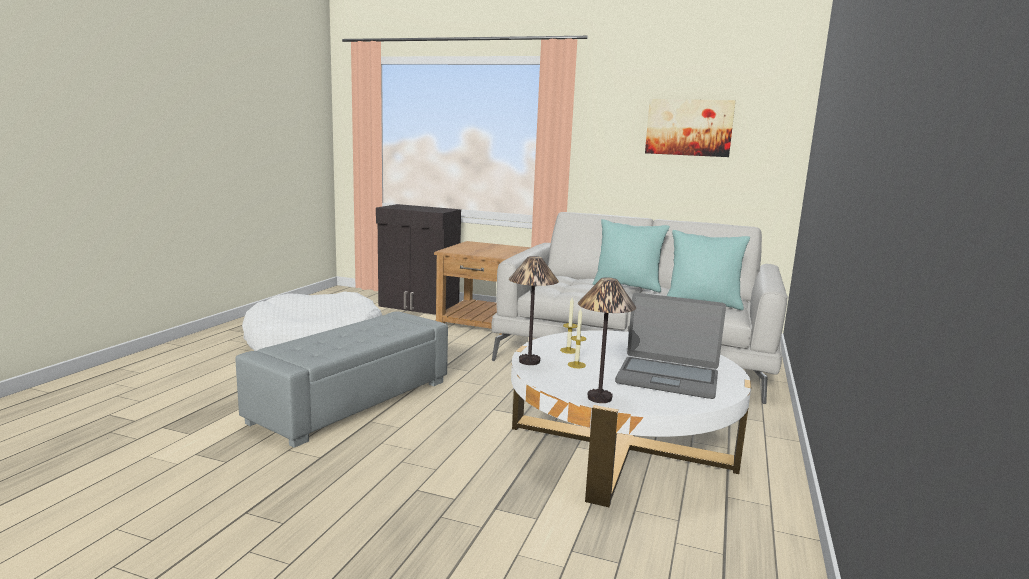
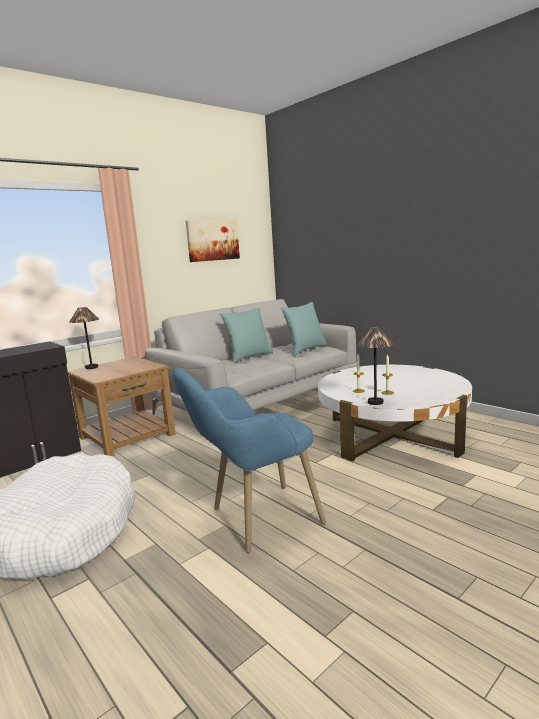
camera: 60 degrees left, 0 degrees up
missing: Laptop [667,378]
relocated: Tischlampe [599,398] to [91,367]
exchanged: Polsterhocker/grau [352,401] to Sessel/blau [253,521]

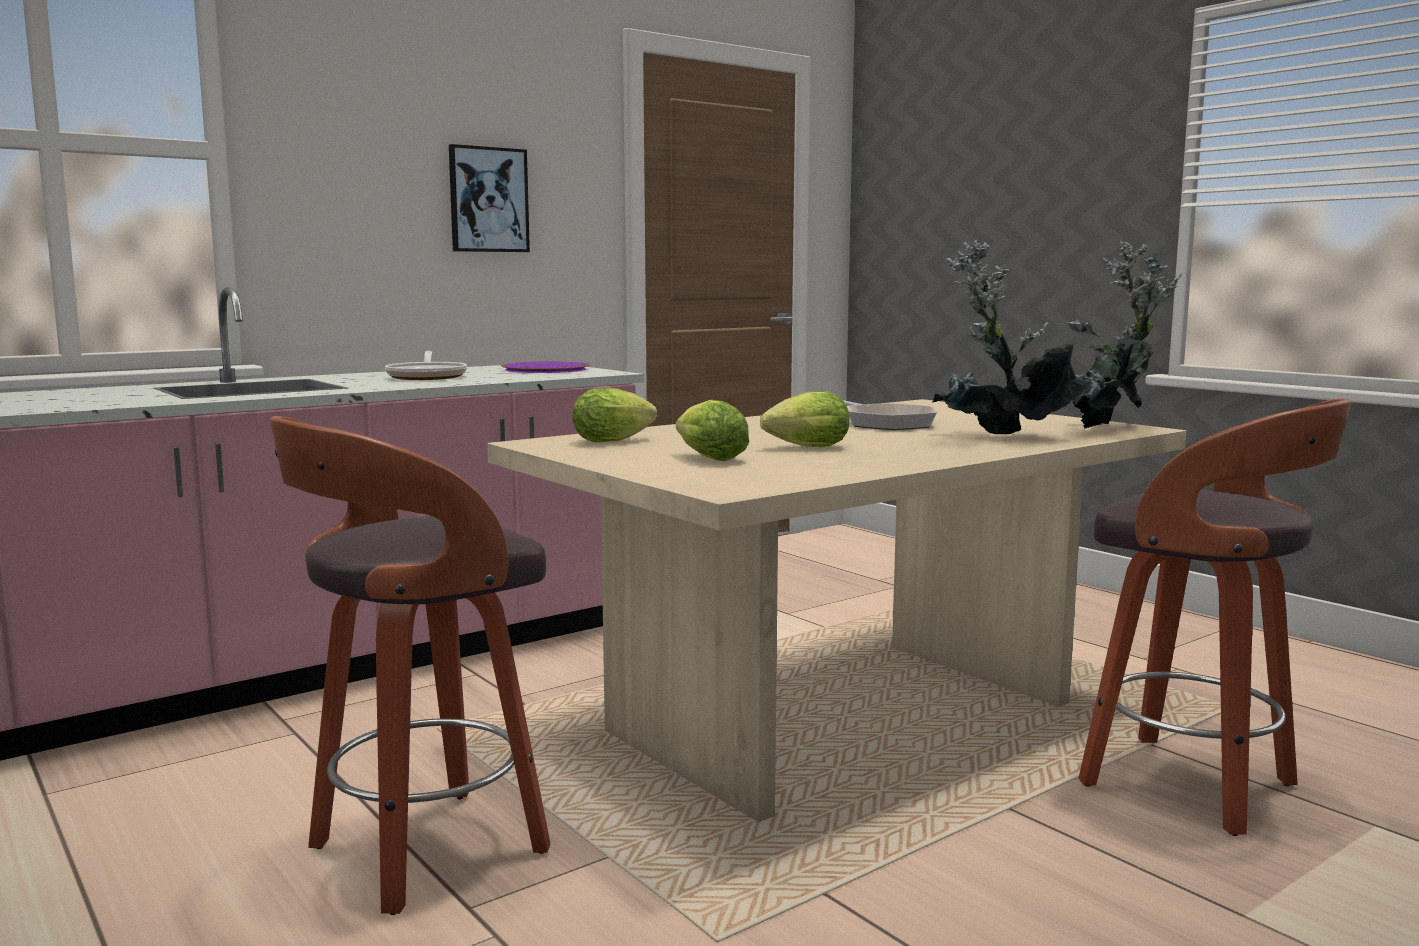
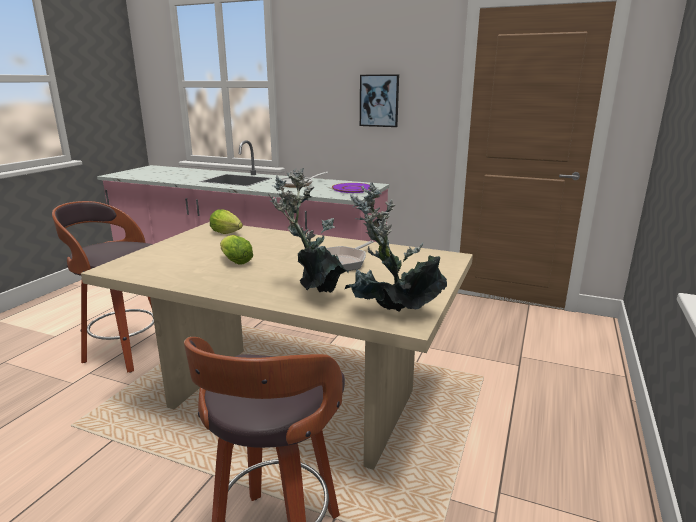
camera: 60 degrees right, 10 degrees up
missing: Salatkopf [707,458]

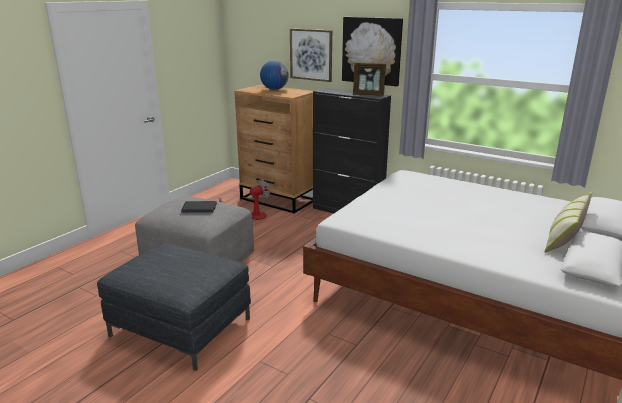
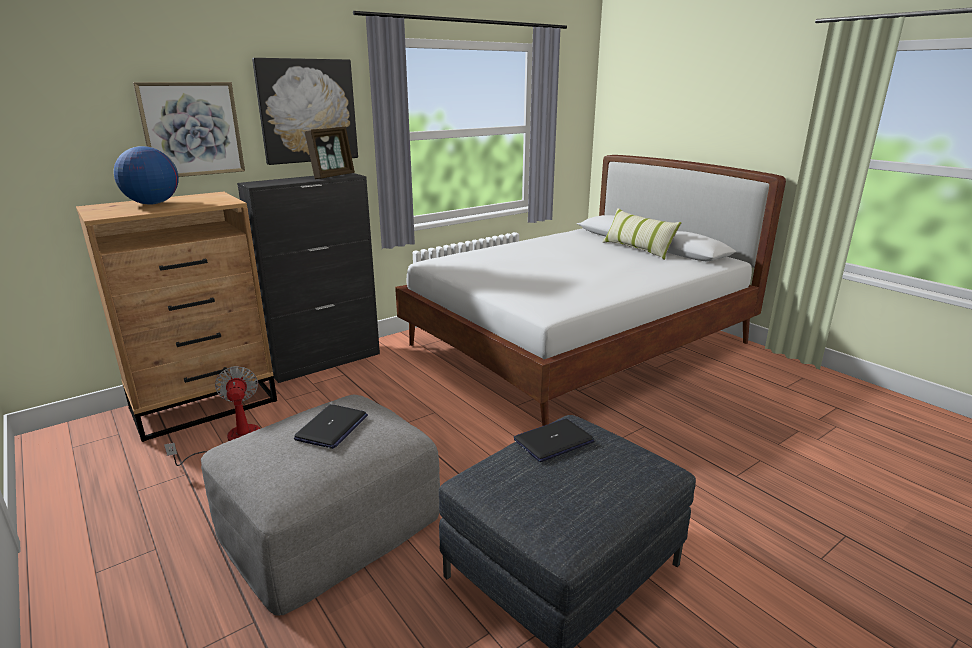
camera: 70 degrees left, 0 degrees up
appeared: Laptop [553,441]

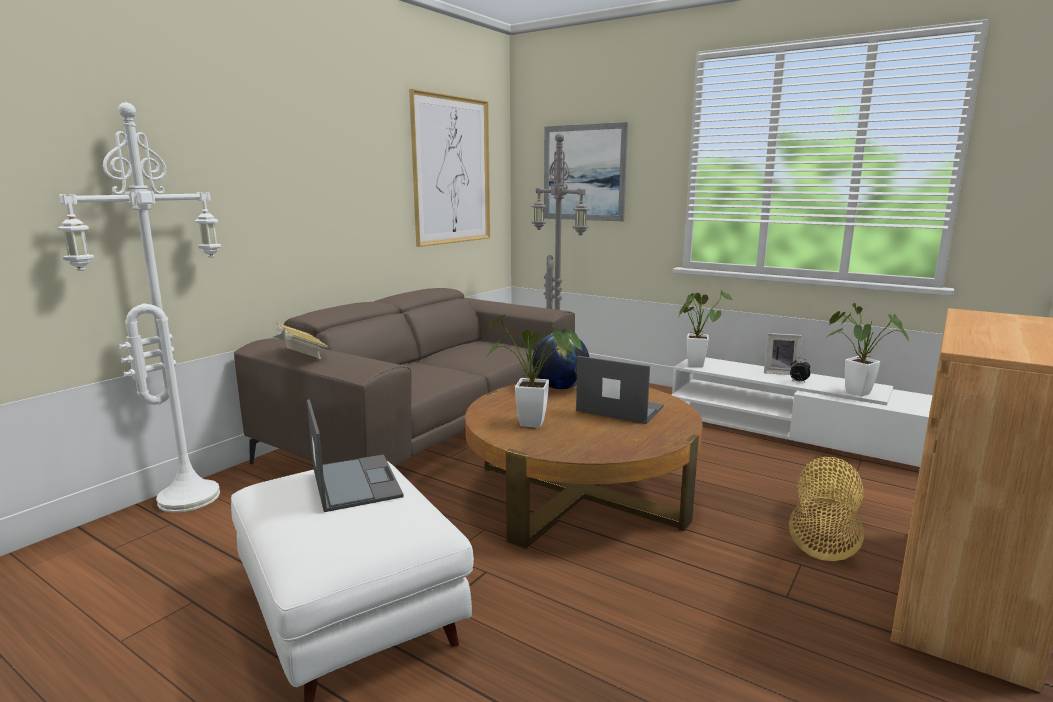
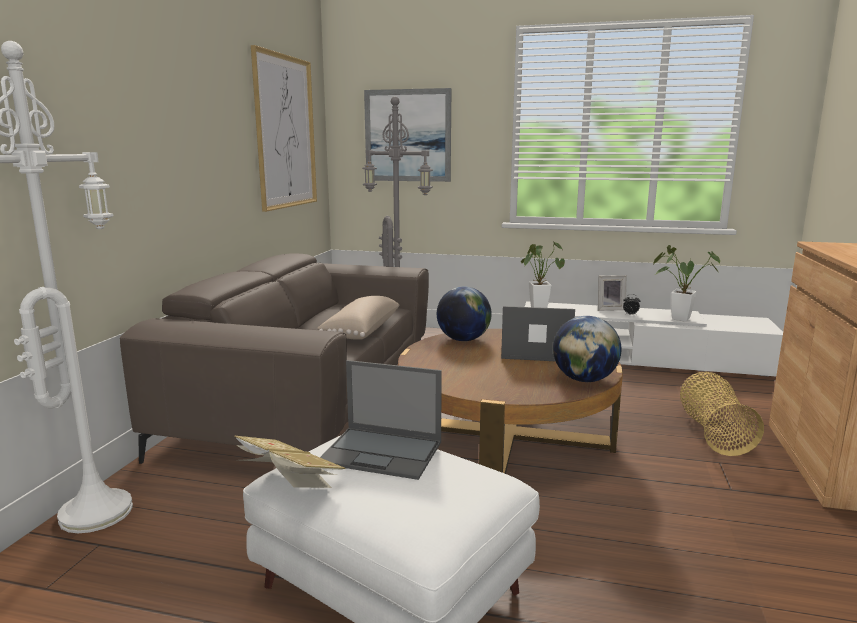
camera: 20 degrees left, 0 degrees up
missing: Topfpflanze [538,424]
appeared: Kissen/beige [360,330]; Globus [584,379]
relocated: Buch [301,354] to [288,482]
spun: Laptop [355,482] = [383,452] 150 degrees clockwise

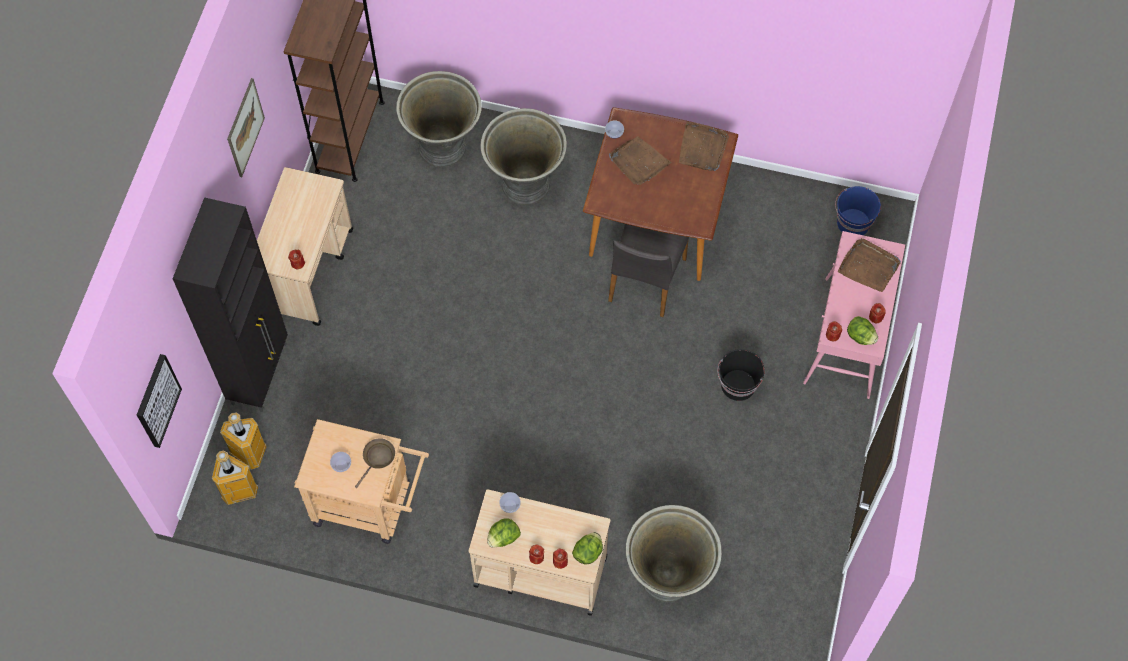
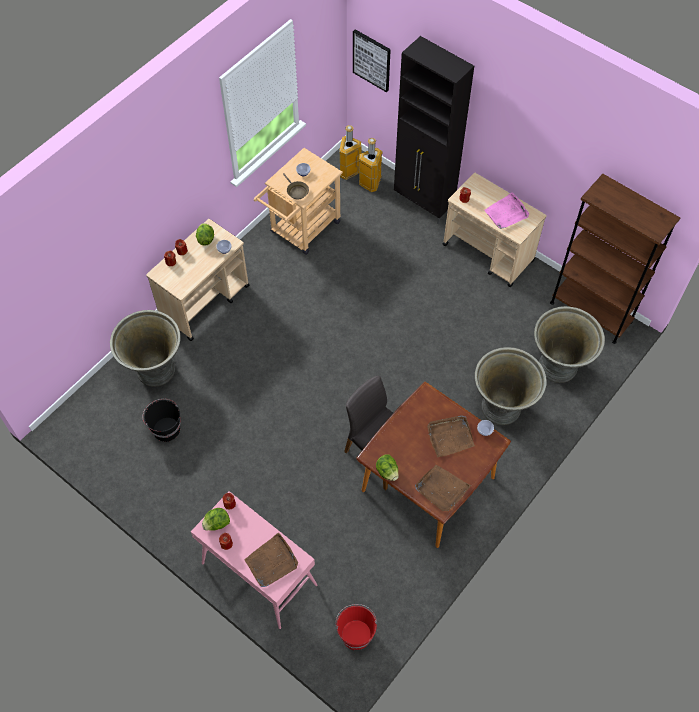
camera: 115 degrees right, 5 degrees down
missing: Bild [245,127]
appeared: Tablett/rosa [506,213]
relocated: Eimer/schwarz [738,385] to [166,429]; Salatkopf [588,552] to [387,472]
colour: Eimer/blau [853,223] to Eimer/rot [356,634]

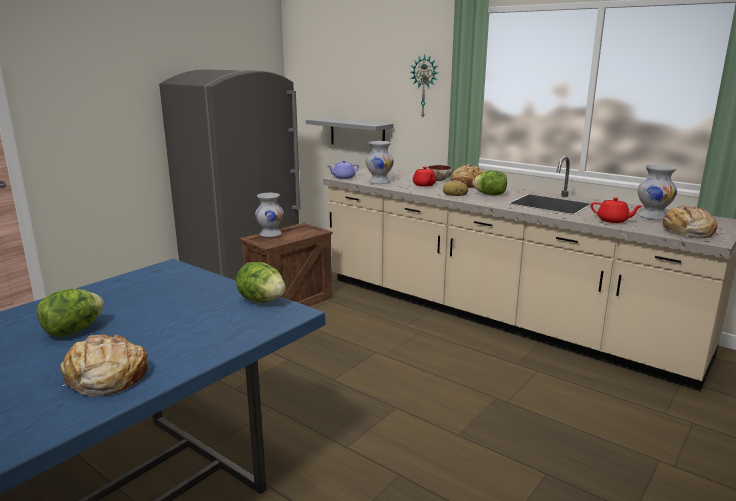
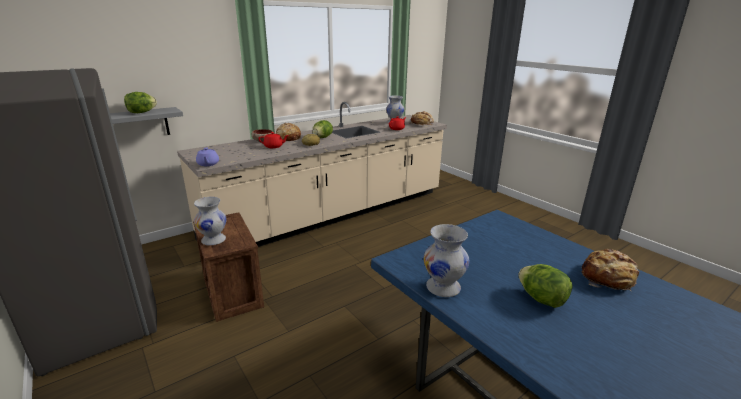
camera: 75 degrees left, 5 degrees up
missing: Wanduhr [425,86]
relocated: Salatkopf [262,300] to [141,112]; Vase/weiß [379,182] to [444,287]

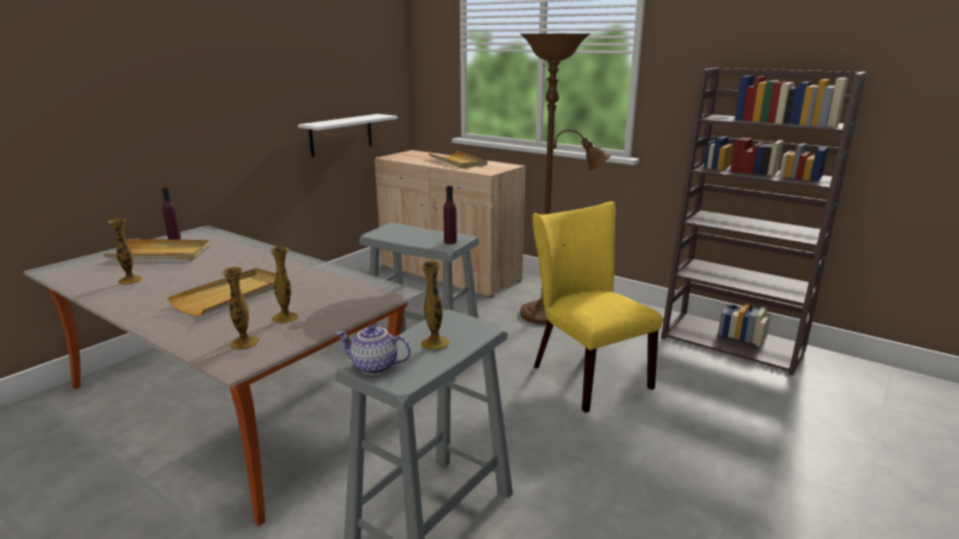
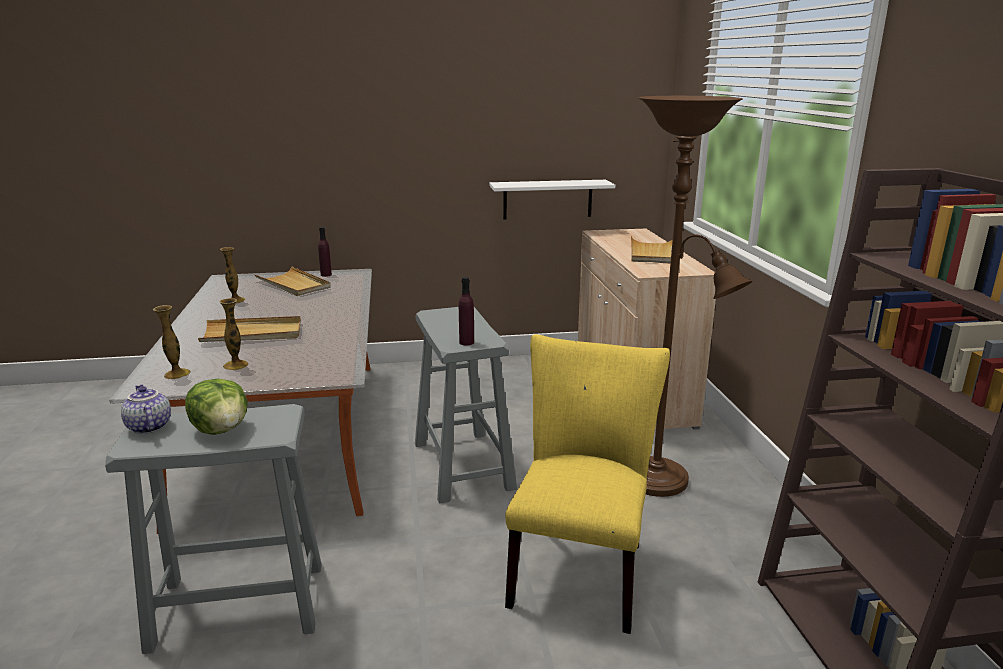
camera: 45 degrees right, 0 degrees up
exchanged: Vase [435,343] to Salatkopf [222,429]

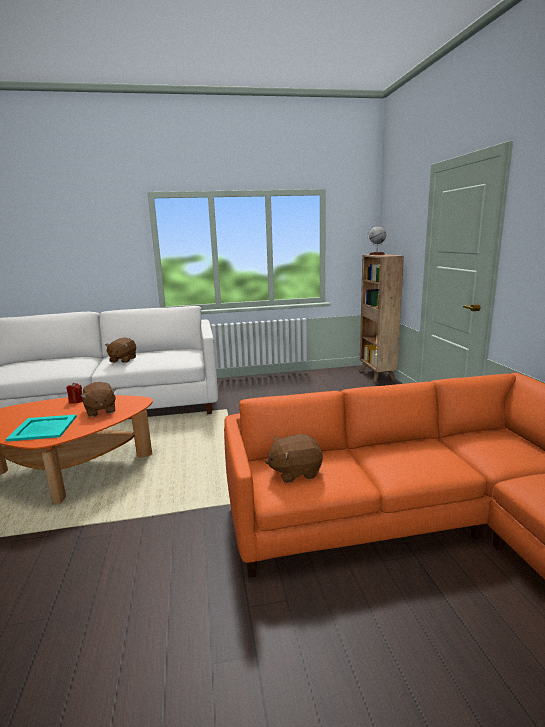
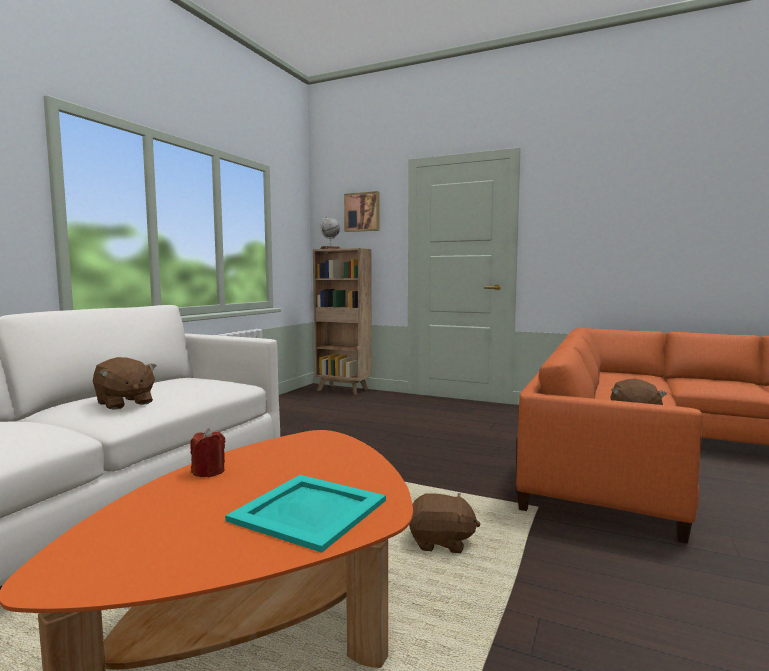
camera: 55 degrees left, 10 degrees down
appeared: Bild [362,212]
relocated: Plüschtier/braun [100,411] to [441,542]

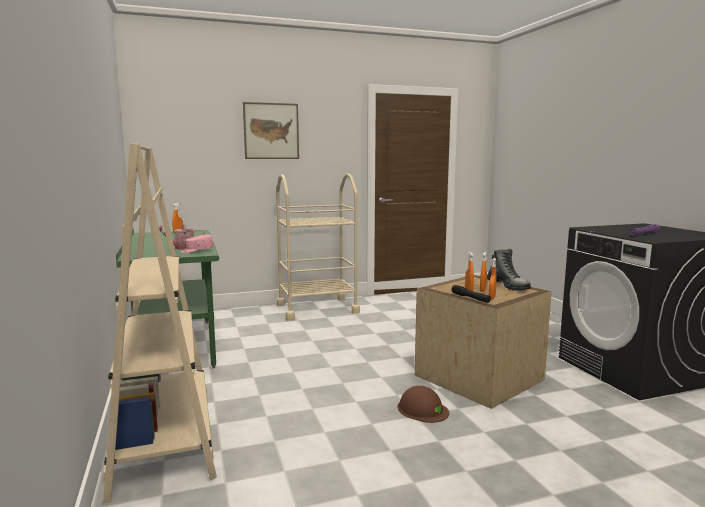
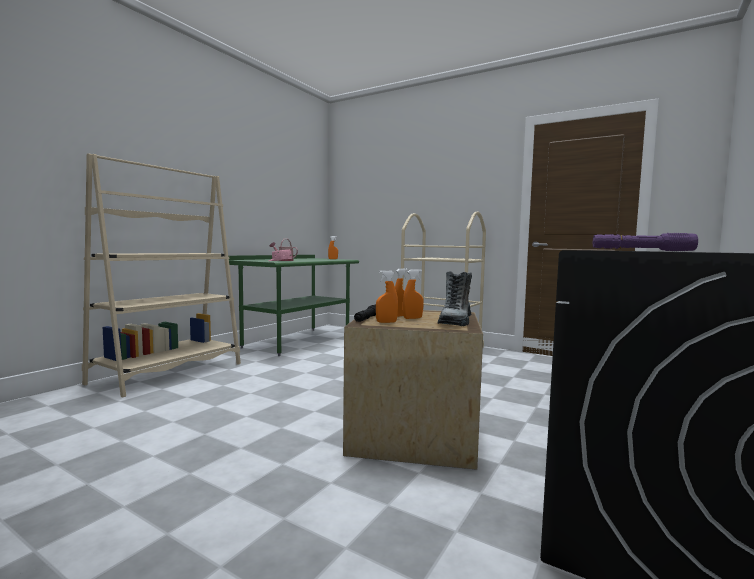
camera: 50 degrees right, 5 degrees down
missing: Bild [271,131]; Schutzhelm/braun [422,409]

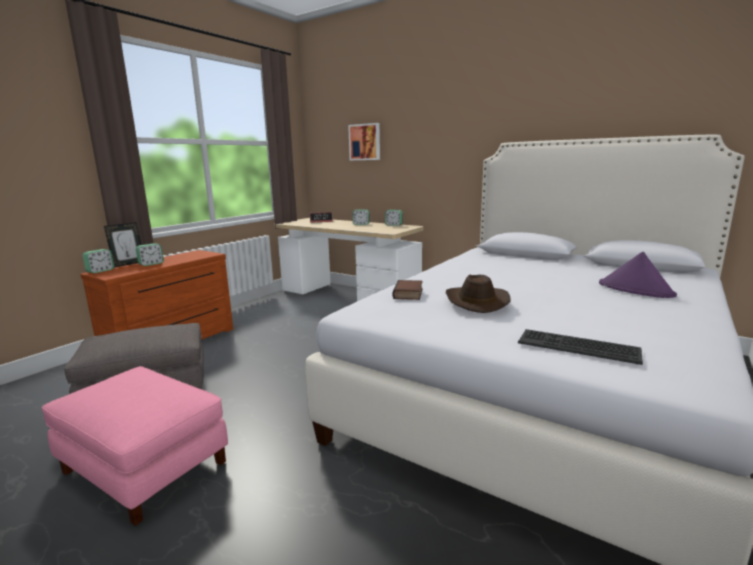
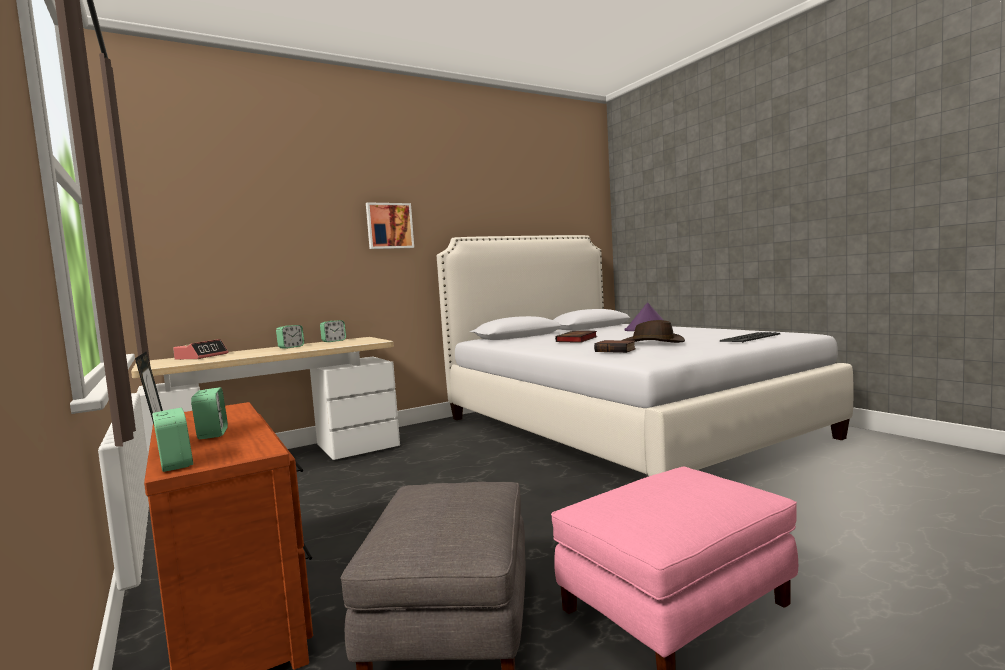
camera: 65 degrees left, 10 degrees down
appeared: Buch [576,340]
relocated: Bild [365,142] to [389,226]

